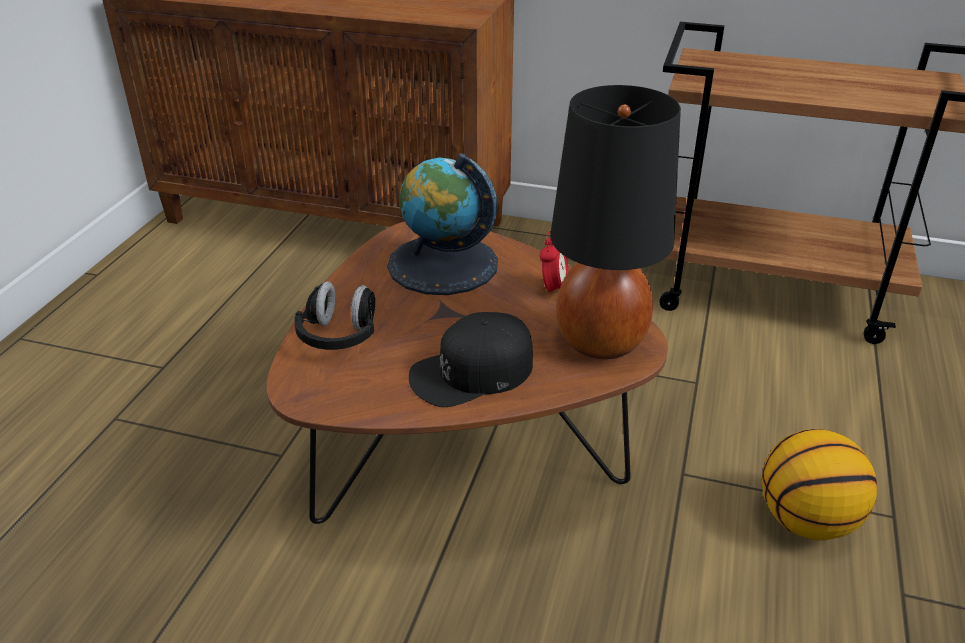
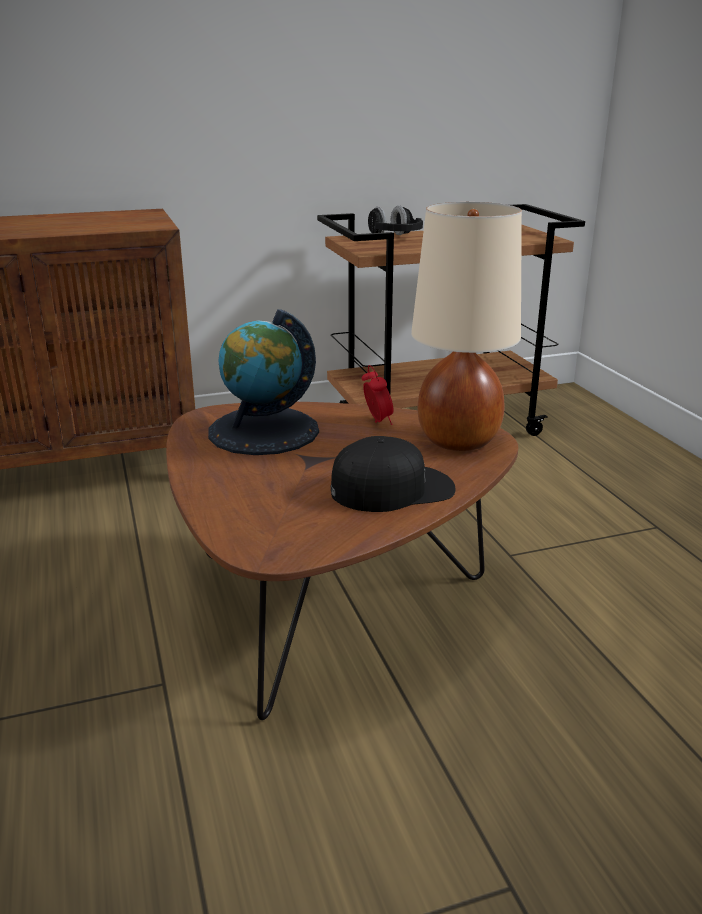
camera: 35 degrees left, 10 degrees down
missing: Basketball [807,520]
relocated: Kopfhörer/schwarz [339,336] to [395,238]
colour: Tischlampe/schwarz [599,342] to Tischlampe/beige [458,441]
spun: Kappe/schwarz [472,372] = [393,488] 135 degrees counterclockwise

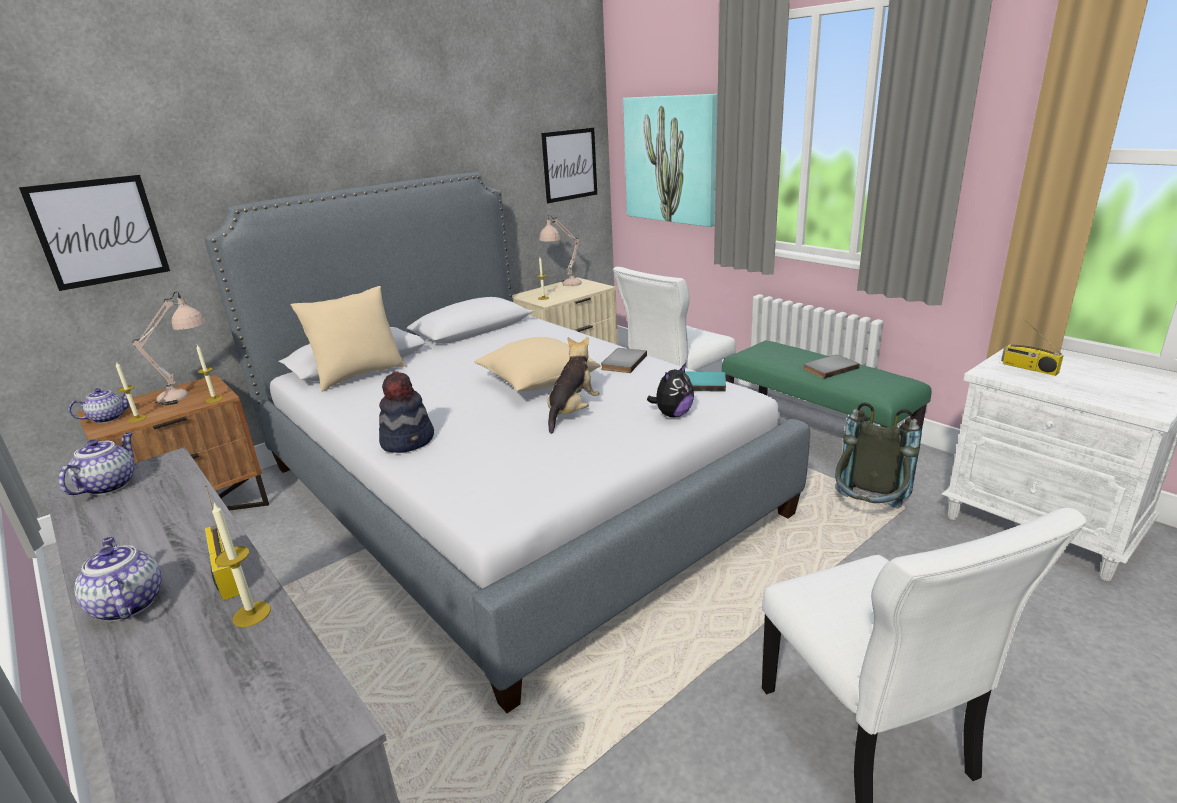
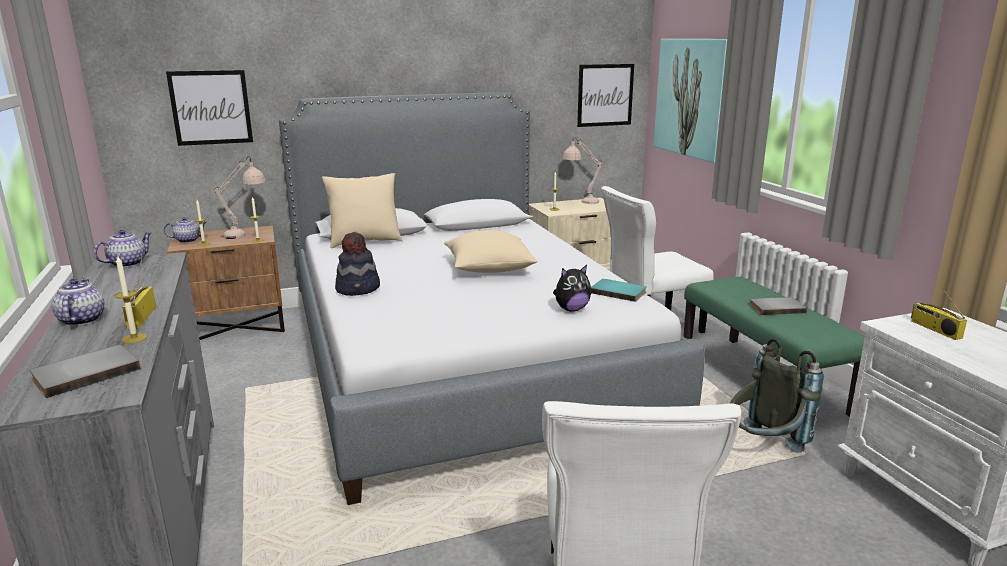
camera: 20 degrees right, 5 degrees down
missing: Plüschtier [572,412]
relocated: Buch/grau [622,362] to [85,373]

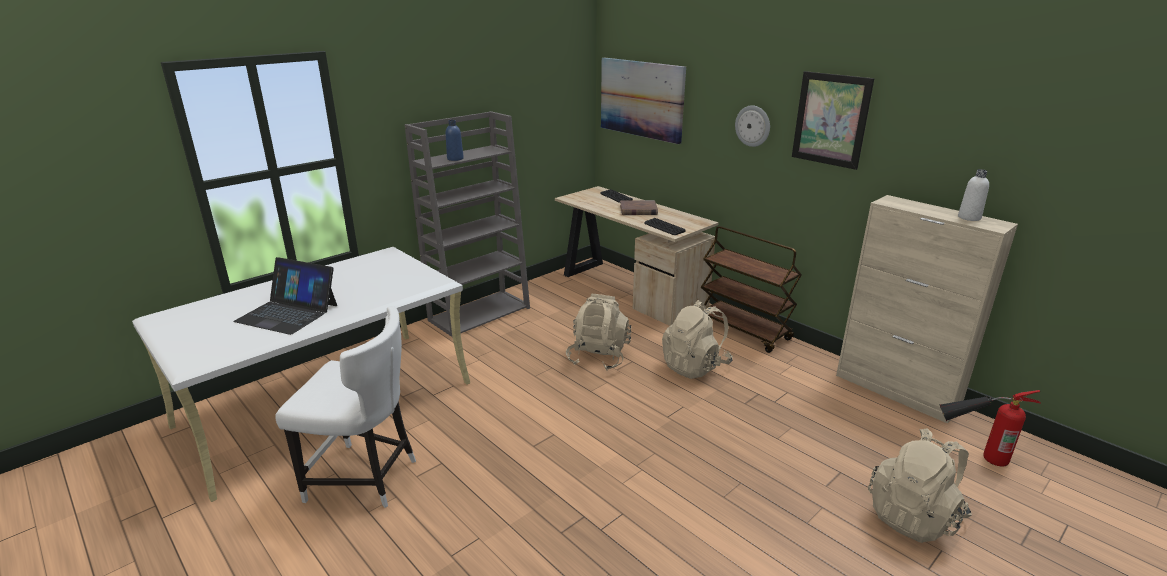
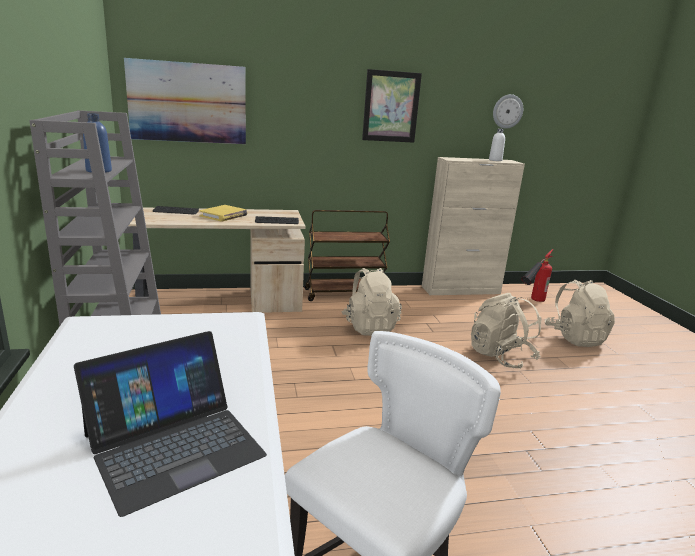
camera: 60 degrees left, 5 degrees down
relocated: Rucksack/beige [598,356] to [500,356]; Wanduhr [753,126] to [507,111]
colour: Buch/braun [638,210] to Buch/gelb [224,215]

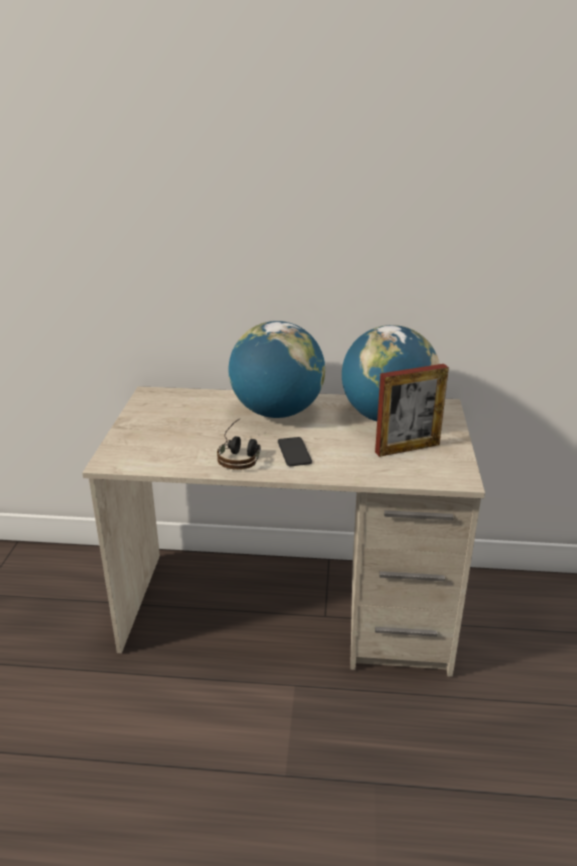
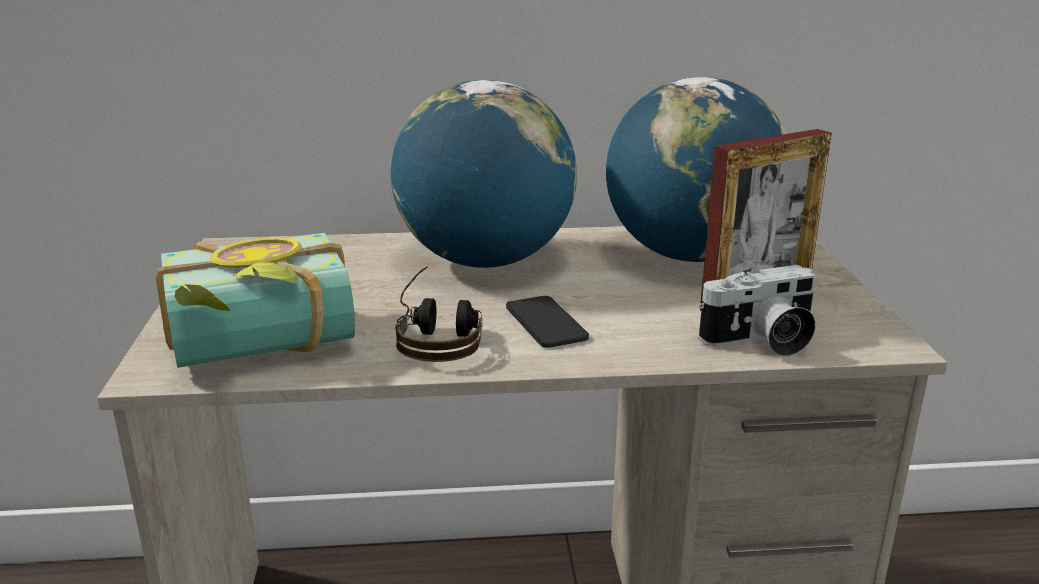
camera: 10 degrees left, 5 degrees down
appeared: Buch [264,350]; Kamera [761,342]

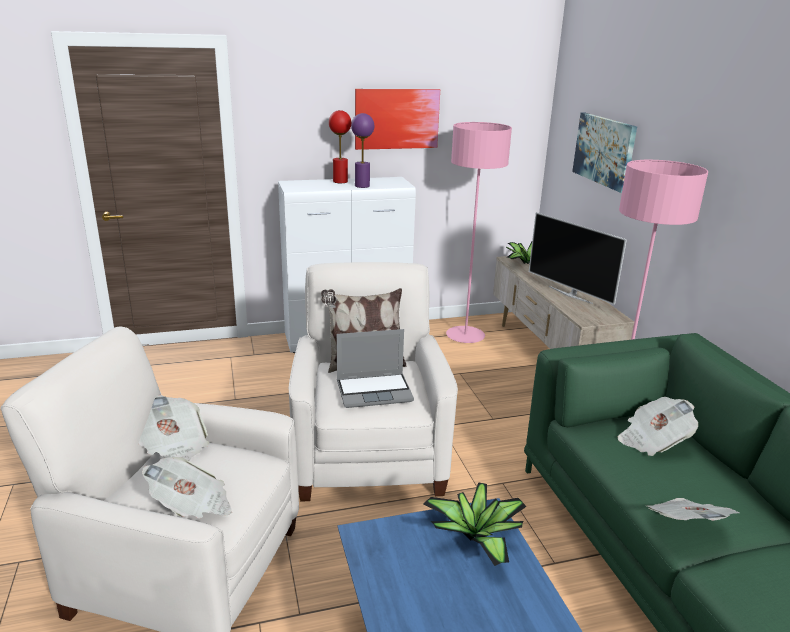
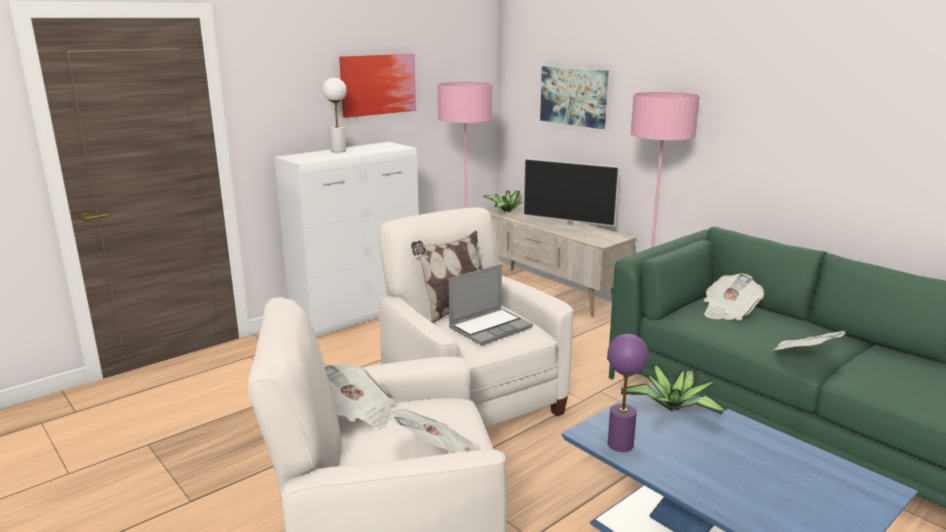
camera: 25 degrees left, 5 degrees down
relocated: Tischlampe/lila [362,186] to [620,445]
colour: Tischlampe/rot [340,181] to Tischlampe/weiß [338,150]

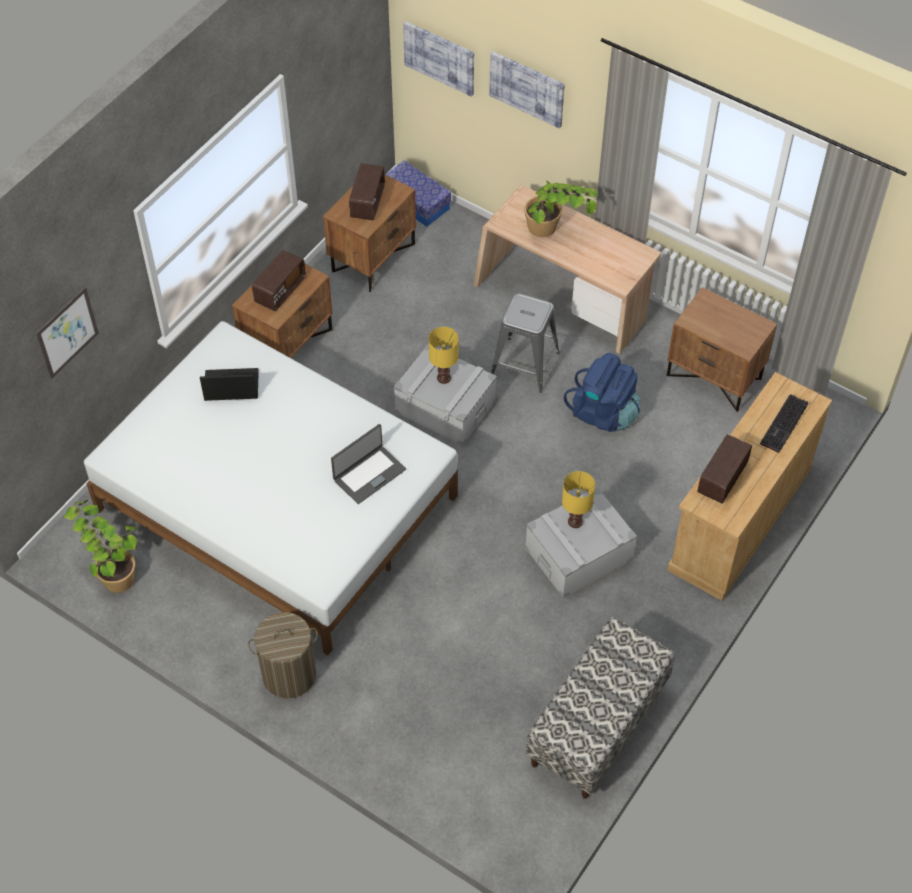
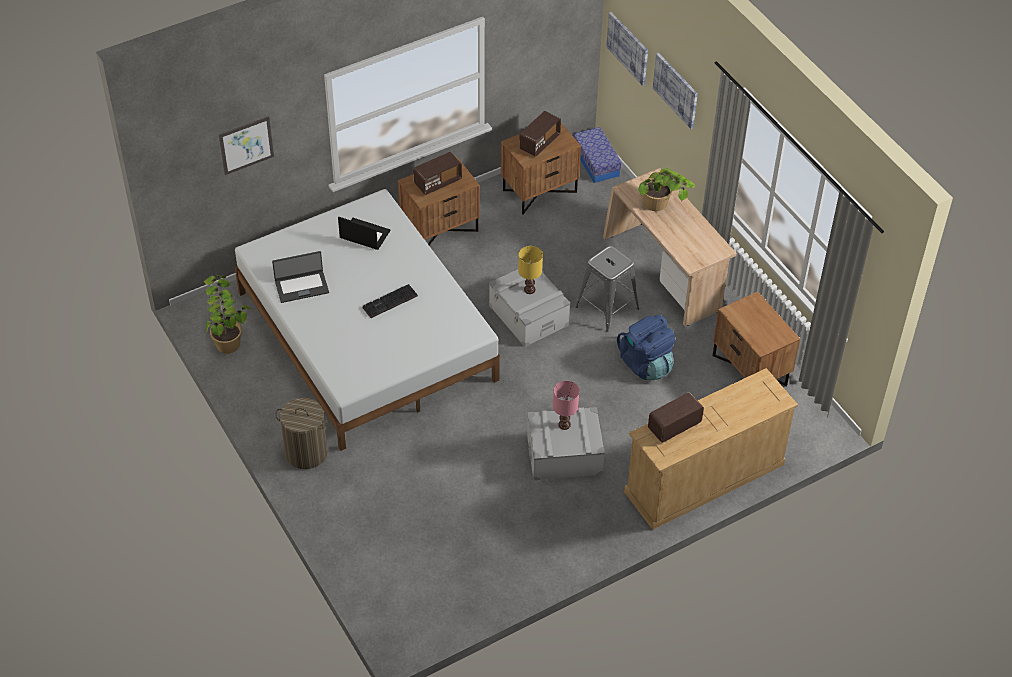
camera: 25 degrees right, 5 degrees down
missing: Bank [597,725]
relocated: Laptop [369,474] to [301,286]; Tastatur [784,425] to [389,303]
colour: Tischlampe/gelb [575,521] to Tischlampe/rosa [564,424]

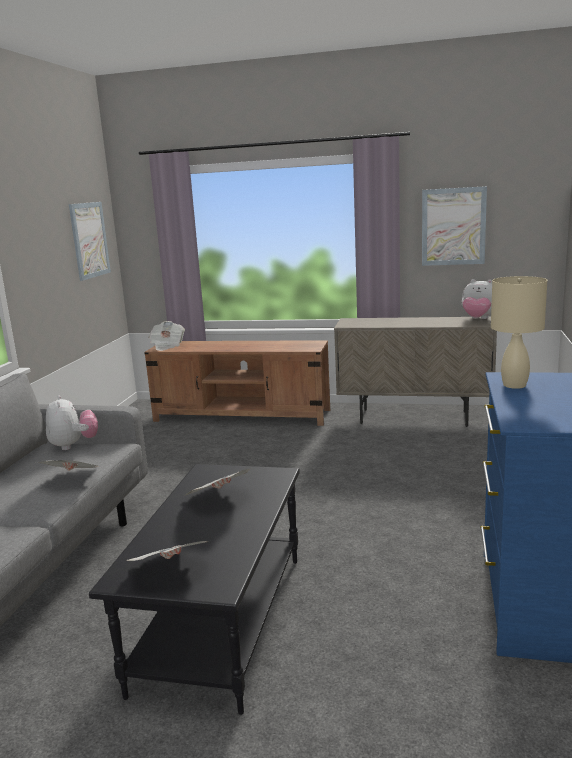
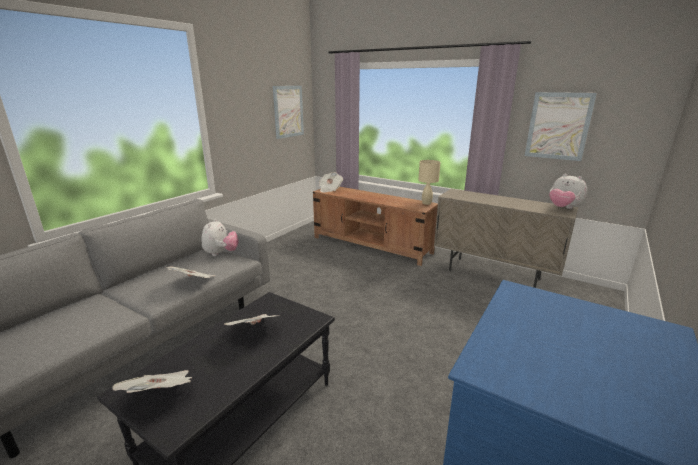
camera: 20 degrees right, 5 degrees up
relocated: Tischlampe/beige [514,385] to [427,203]

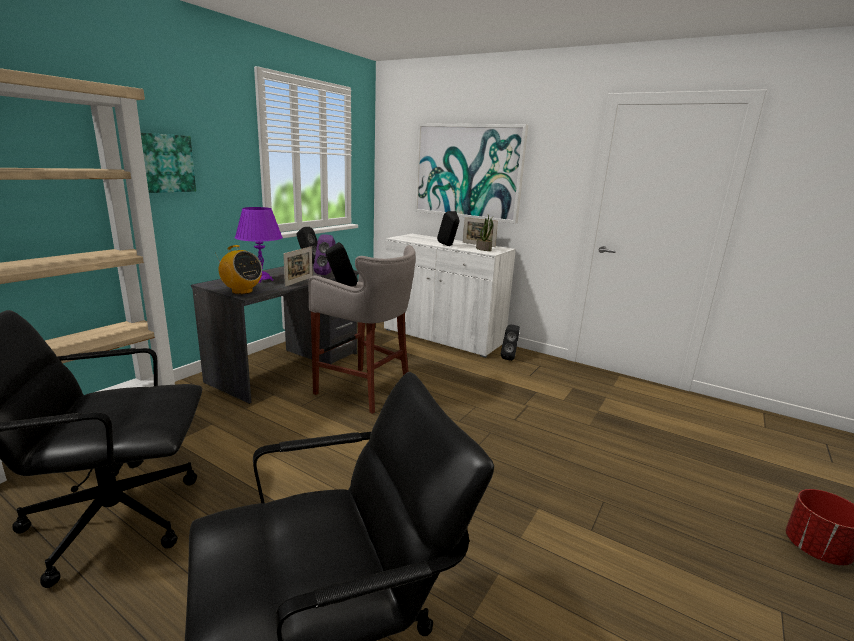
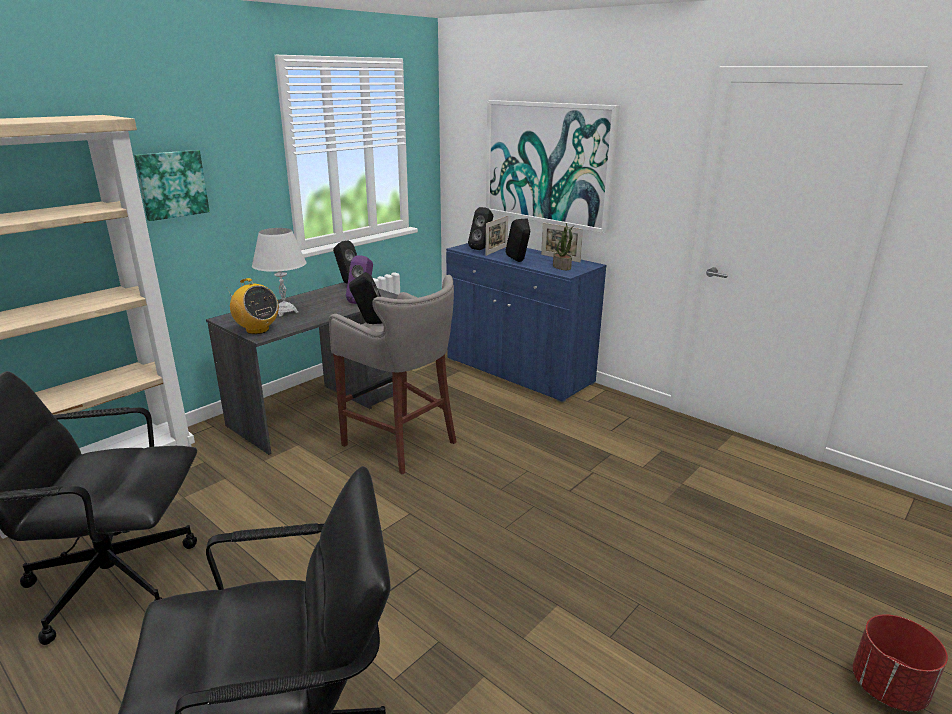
camera: 10 degrees right, 5 degrees up
relocated: Lautsprecher/schwarz [510,357] to [482,249]; Bilderrahmen [299,281] to [496,251]
colour: Tischlampe/lila [261,280] to Tischlampe/weiß [285,312]; Schrank/weiß [443,337] to Schrank/blau [518,371]

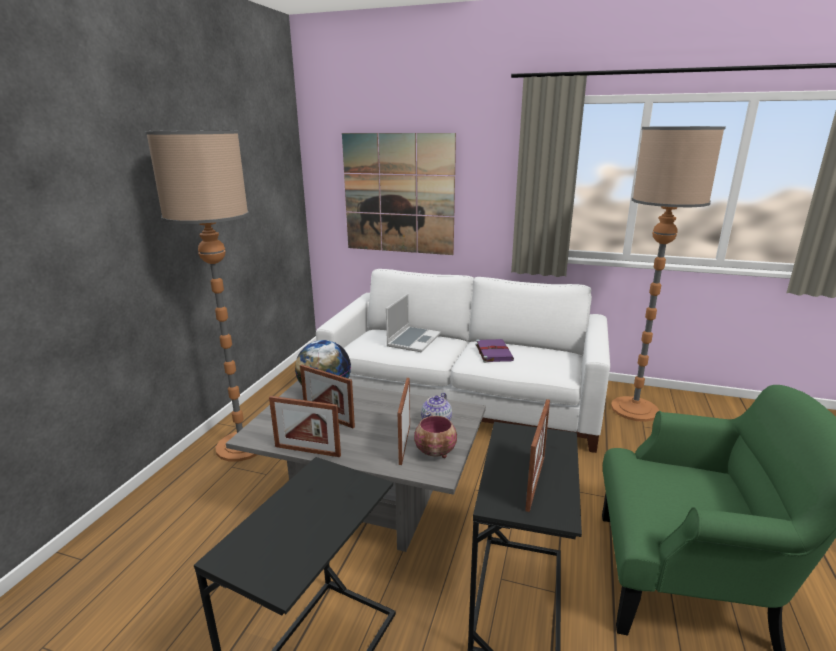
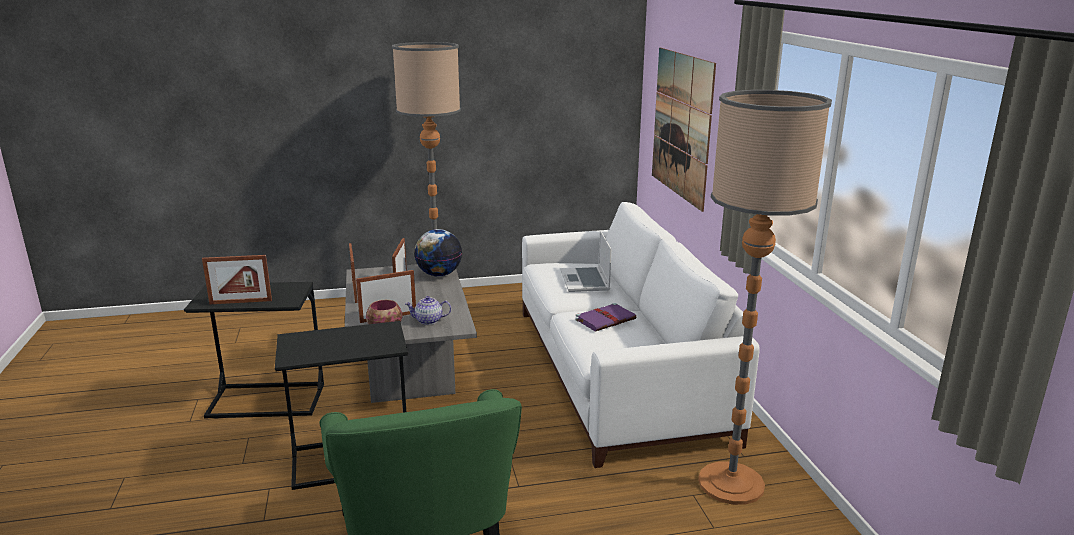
camera: 60 degrees right, 0 degrees up
relocated: Bilderrahmen [535,482] to [240,302]
spun: Laptop [413,340] = [586,281] 90 degrees clockwise

